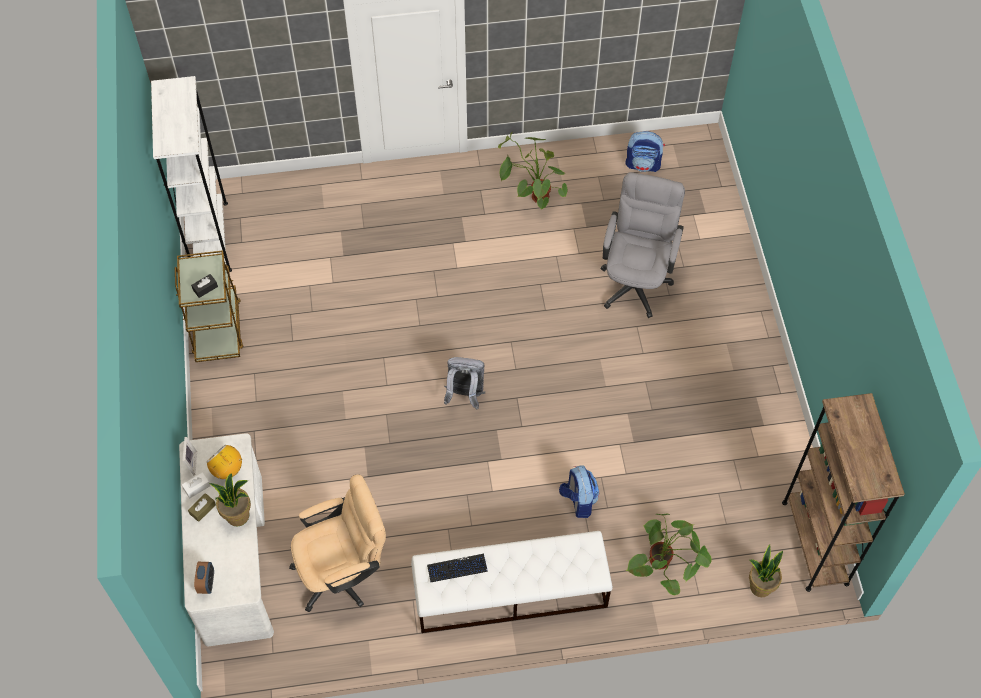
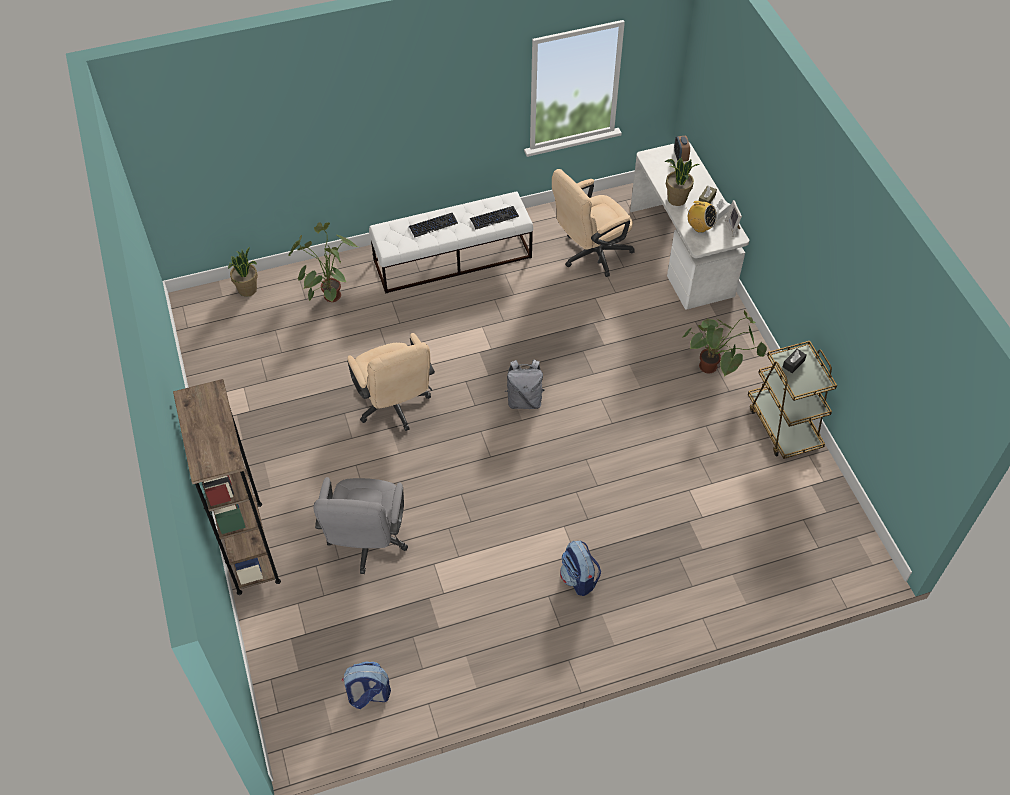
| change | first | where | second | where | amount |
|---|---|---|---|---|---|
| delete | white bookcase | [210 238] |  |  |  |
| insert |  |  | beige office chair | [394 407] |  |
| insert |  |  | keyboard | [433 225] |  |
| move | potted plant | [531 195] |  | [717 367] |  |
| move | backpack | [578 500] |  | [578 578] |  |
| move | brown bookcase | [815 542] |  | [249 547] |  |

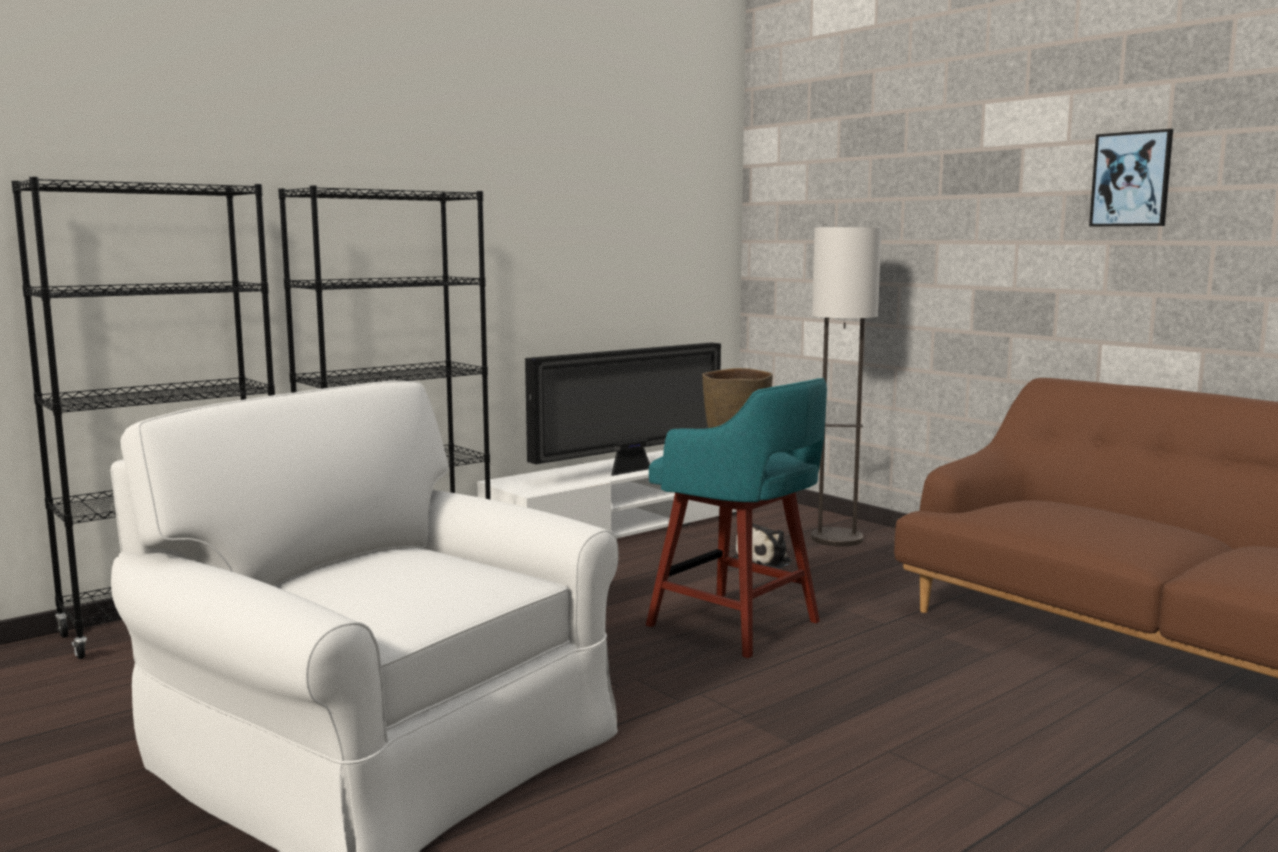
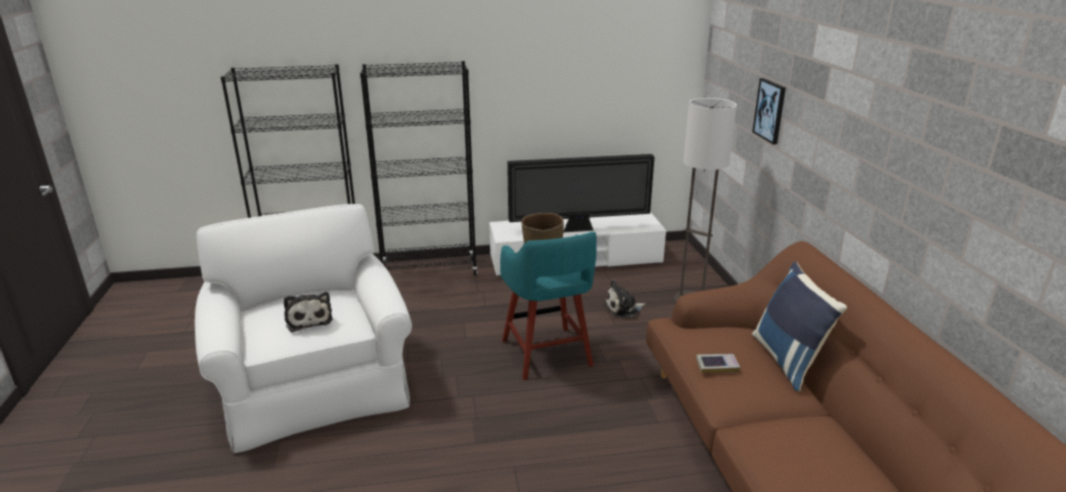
| change | first | where | second | where | amount |
|---|---|---|---|---|---|
| insert |  |  | plush toy | [309 319] |  |
| insert |  |  | book | [717 366] |  |
| insert |  |  | blue pillow | [788 360] |  |
| move | picture | [1131 179] |  | [770 110] |  |

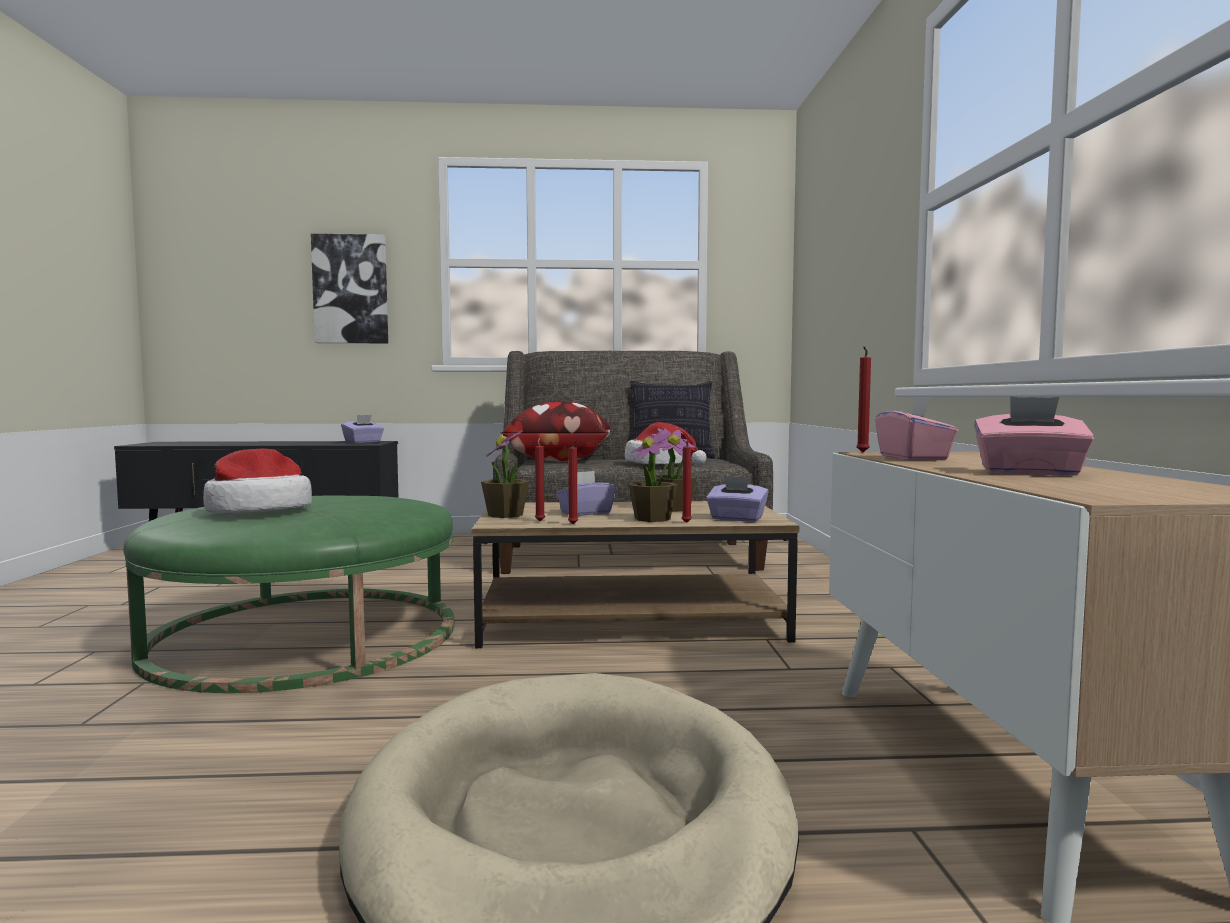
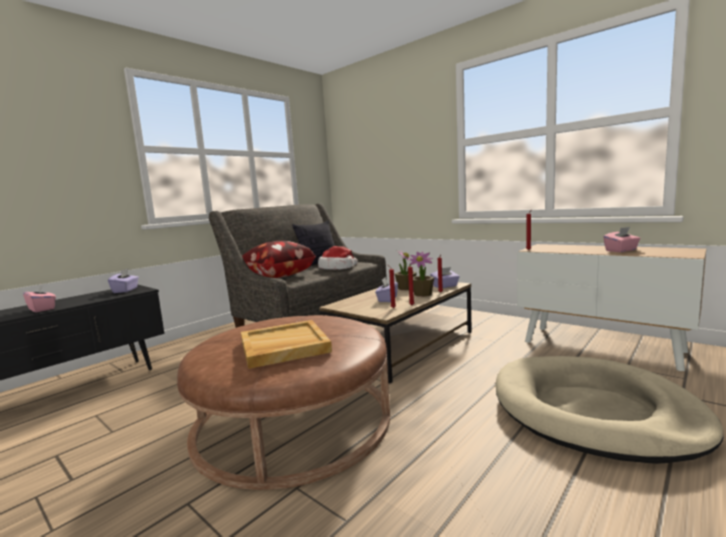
| change | first | where | second | where | amount |
|---|---|---|---|---|---|
| delete | picture | [351 289] |  |  |  |
| delete | potted plant | [505 515] |  |  |  |
| move | pink tissue box | [914 458] |  | [42 309] |  |
| replace | hat | [258 510] | beige tray | [283 347] |  |
| recolor | green ottoman | [305 634] | brown ottoman | [293 419] |  |

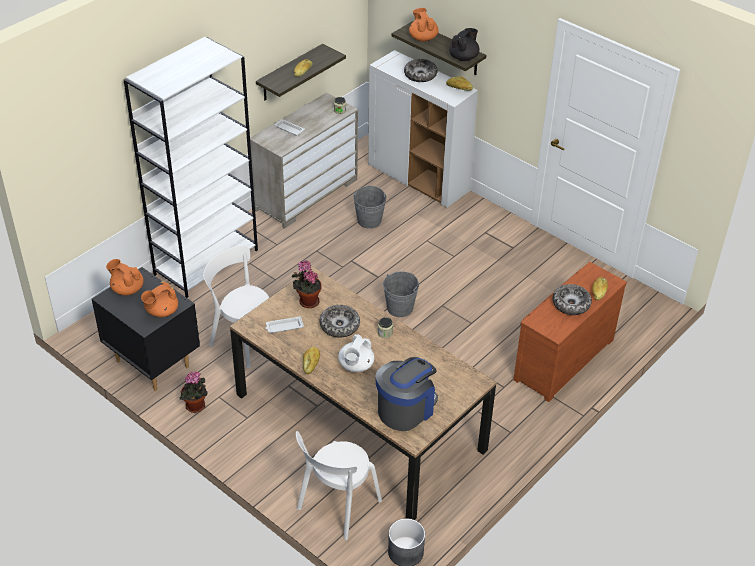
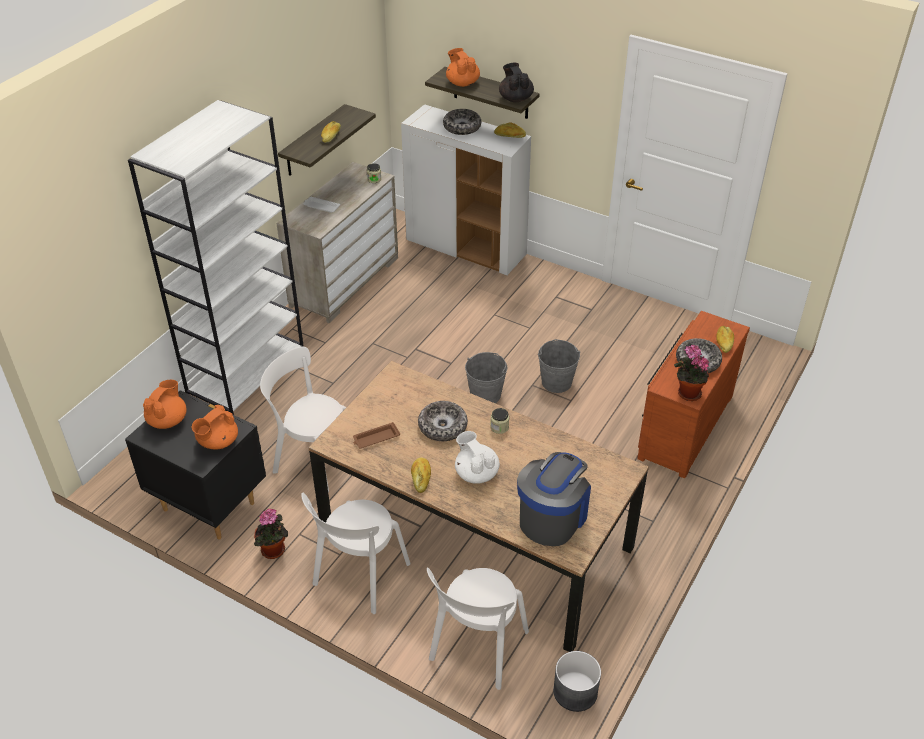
| change | first | where | second | where | amount |
|---|---|---|---|---|---|
| insert |  |  | white chair | [359 577] |  |
| move | potted plant | [307 301] |  | [687 393] |  |
| move | grey bucket | [369 220] |  | [556 382] |  |
| recolor | white tray | [284 327] | brown tray | [375 438] |  |
| rotate | orange teapot | [127 289] |  | [168 420] | 90 degrees clockwise |
| rotate | white teapot | [355 366] |  | [476 473] | 135 degrees clockwise |
| rotate | black teapot | [464 57] |  | [515 98] | 45 degrees counterclockwise |

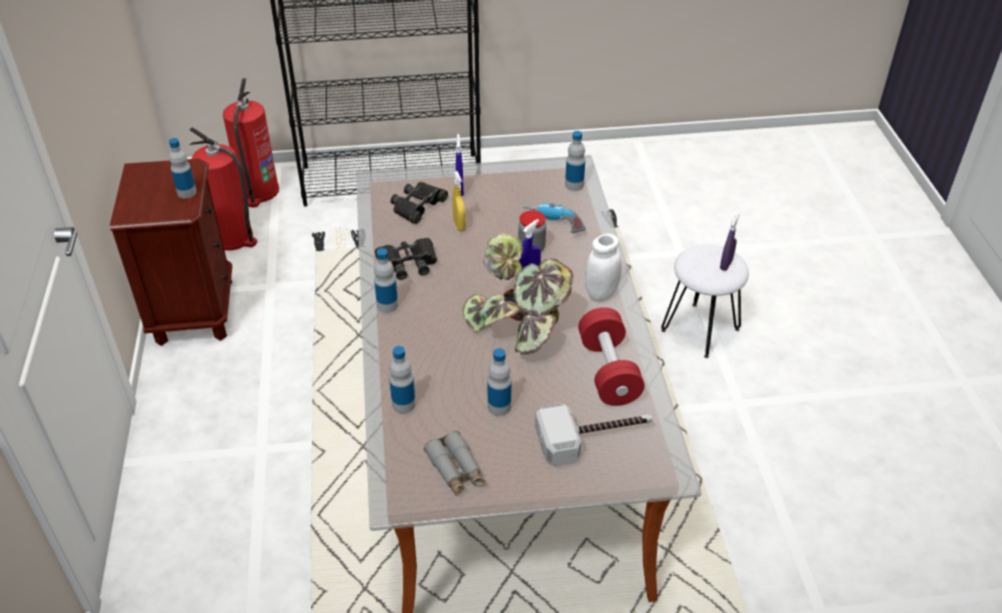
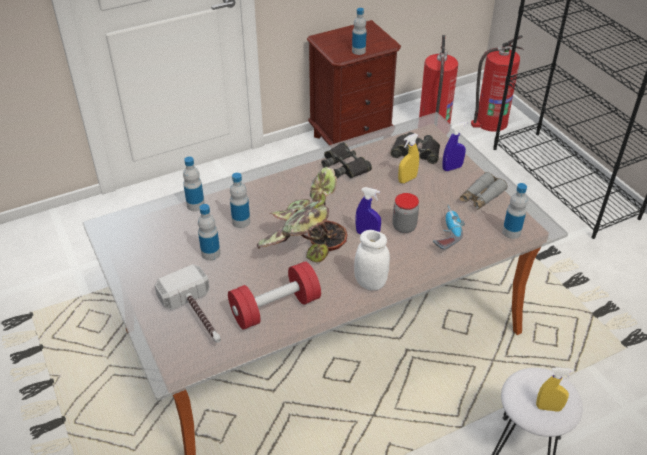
| change | first | where | second | where | amount |
|---|---|---|---|---|---|
| move | bottle | [387 305] |  | [241 221] |  |
| move | grey binoculars | [456 470] |  | [481 197] |  |
| recolor | purple spray bottle | [726 264] | yellow spray bottle | [548 407] |  |

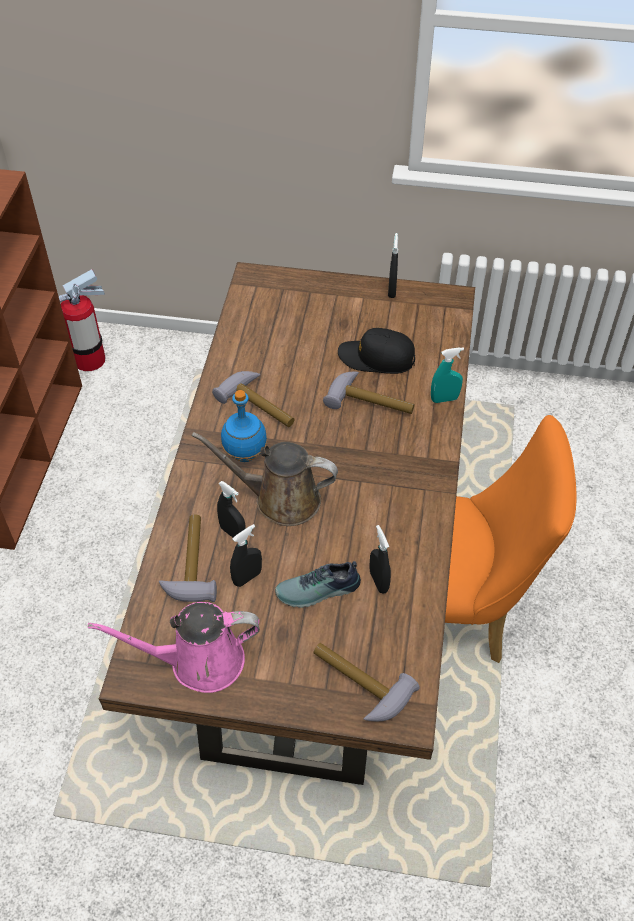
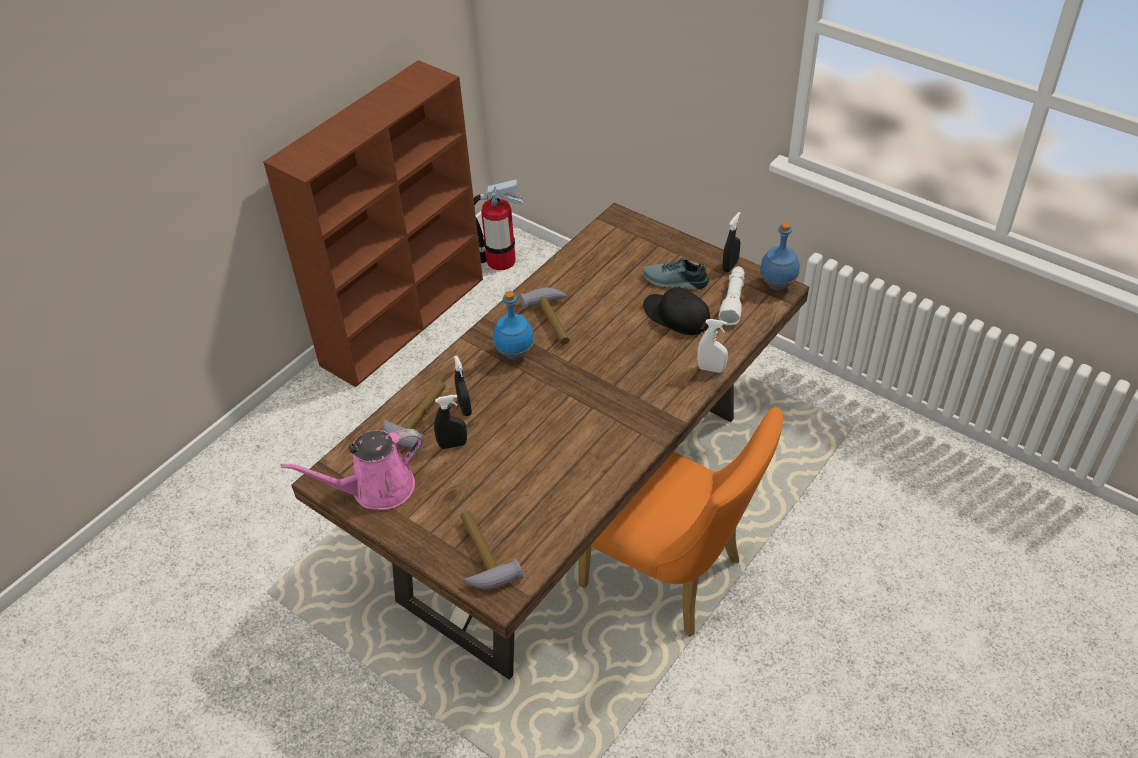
| change | first | where | second | where | amount |
|---|---|---|---|---|---|
| delete | brown watering can | [280 499] |  |  |  |
| delete | hammer | [371 401] |  |  |  |
| delete | black spray bottle | [378 581] |  |  |  |
| insert |  |  | white flashlight | [733 301] |  |
| insert |  |  | blue bottle | [778 285] |  |
| move | shoe | [318 591] |  | [675 281] |  |
| recolor | turquoise spray bottle | [444 399] | white spray bottle | [711 369] |  |
| rotate | pink watering can | [199 661] |  | [376 489] | 45 degrees counterclockwise |

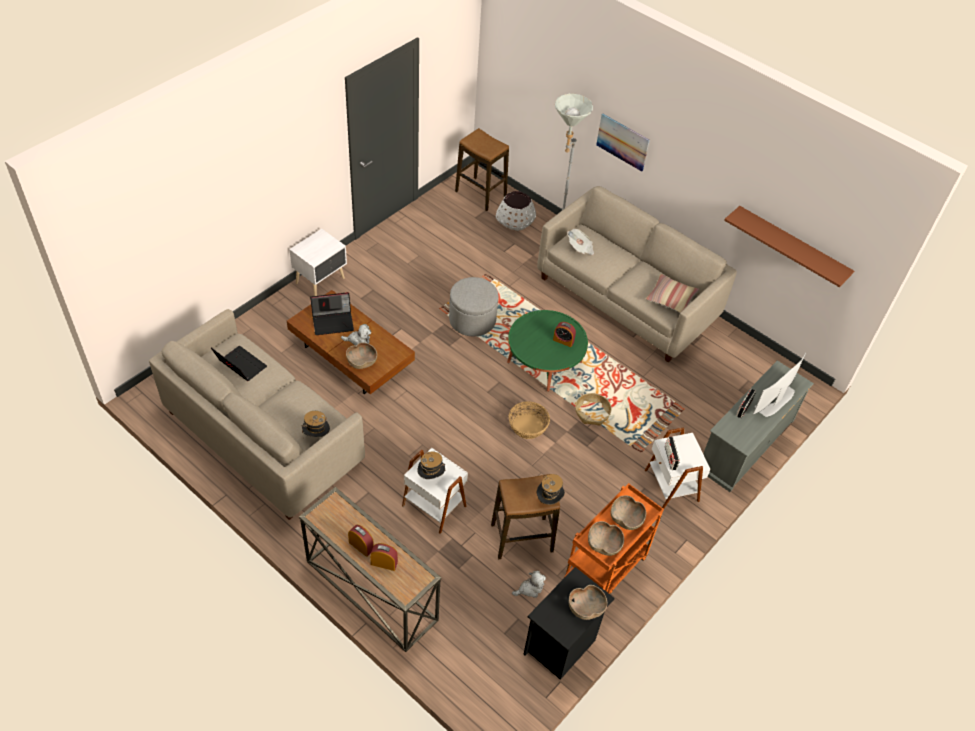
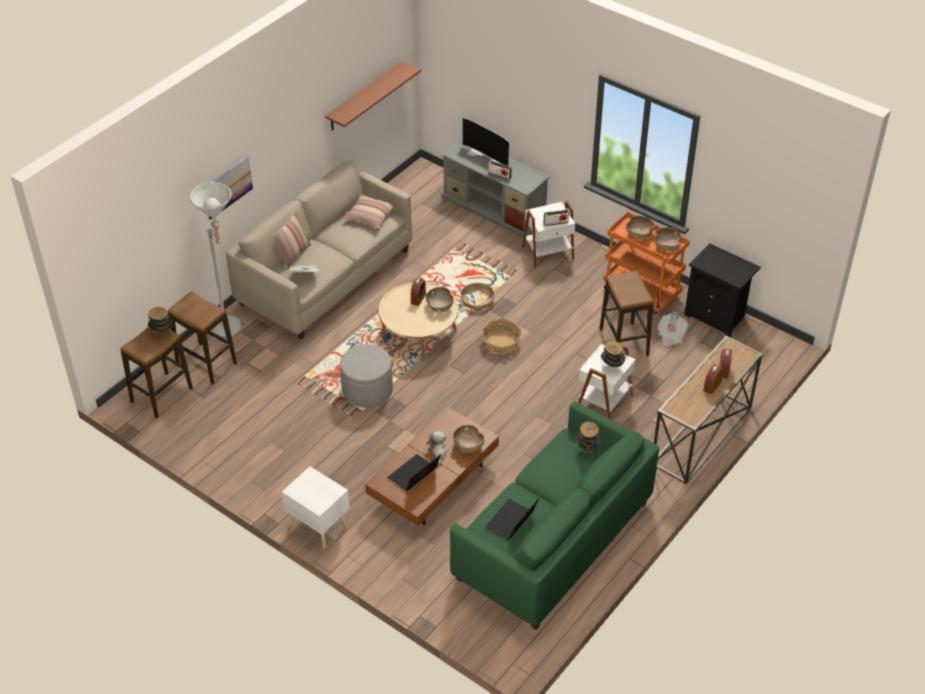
| change | first | where | second | where | amount |
|---|---|---|---|---|---|
| insert |  |  | pillow | [293 255] |  |
| move | hat | [549 500] |  | [162 333] |  |
| move | brown bowl | [586 608] |  | [440 306] |  |
| replace | white planter | [515 219] | stool | [206 363] |  |
| replace | plush toy | [530 589] | newspaper | [671 336] |  |
| recolor | beige sofa | [263 437] | green sofa | [553 541] |  |
| recolor | green coffee table | [544 362] | beige coffee table | [419 334] |  |
| rotate | laptop | [333 321] |  | [414 476] | 120 degrees counterclockwise |

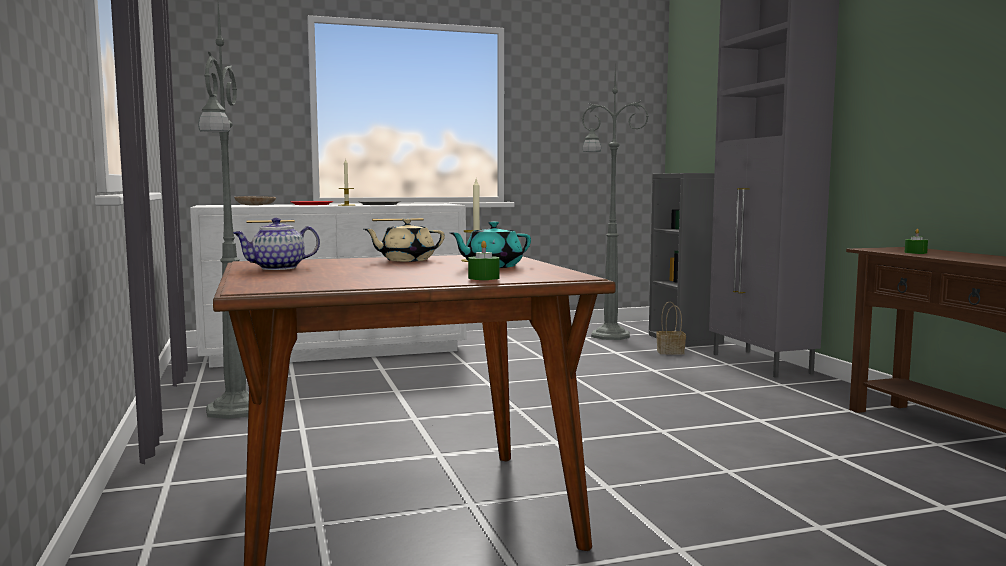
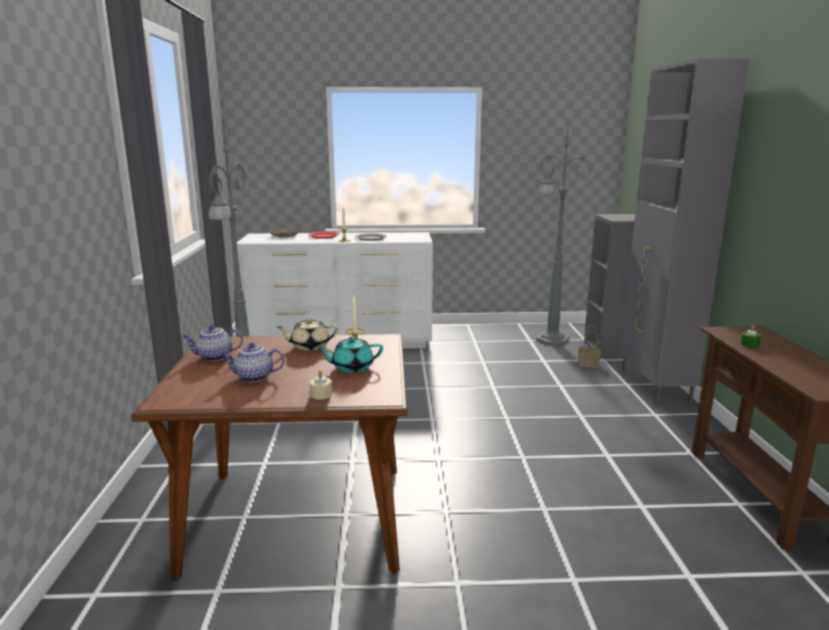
| change | first | where | second | where | amount |
|---|---|---|---|---|---|
| insert |  |  | teapot | [253 377] |  |
| recolor | green candle | [483 278] | beige candle | [321 394] |  |

